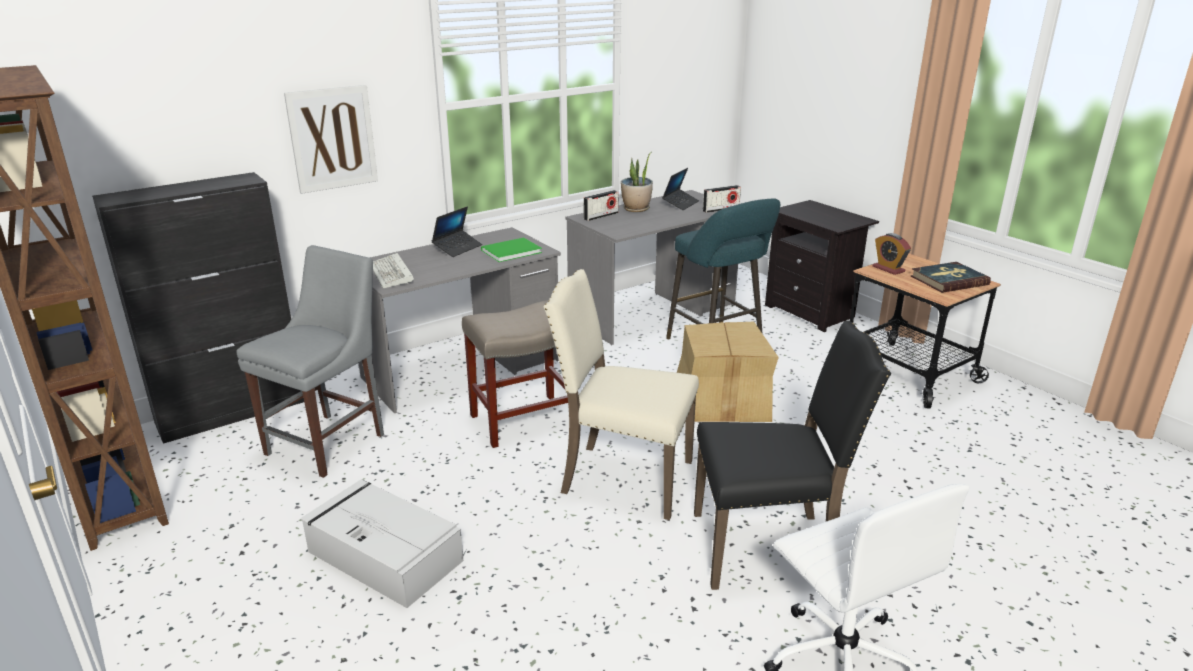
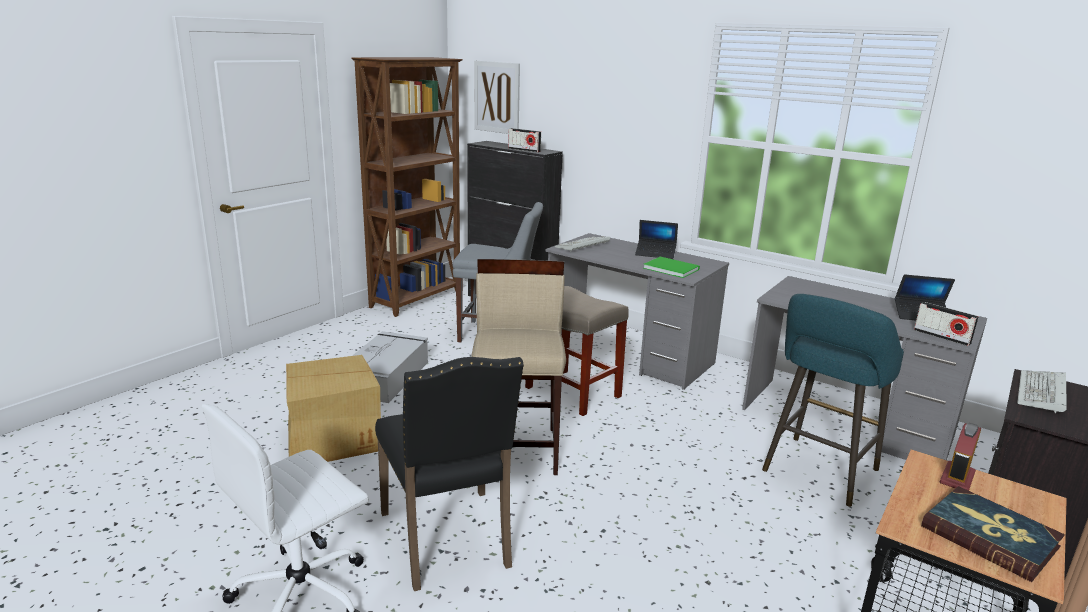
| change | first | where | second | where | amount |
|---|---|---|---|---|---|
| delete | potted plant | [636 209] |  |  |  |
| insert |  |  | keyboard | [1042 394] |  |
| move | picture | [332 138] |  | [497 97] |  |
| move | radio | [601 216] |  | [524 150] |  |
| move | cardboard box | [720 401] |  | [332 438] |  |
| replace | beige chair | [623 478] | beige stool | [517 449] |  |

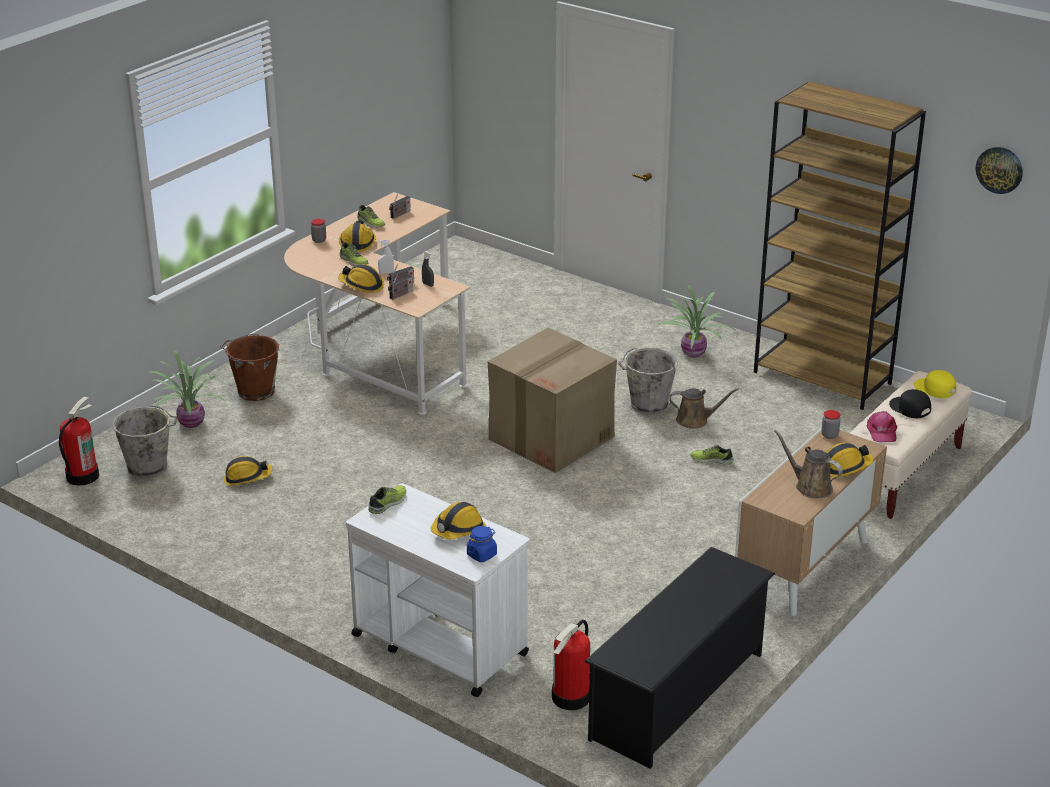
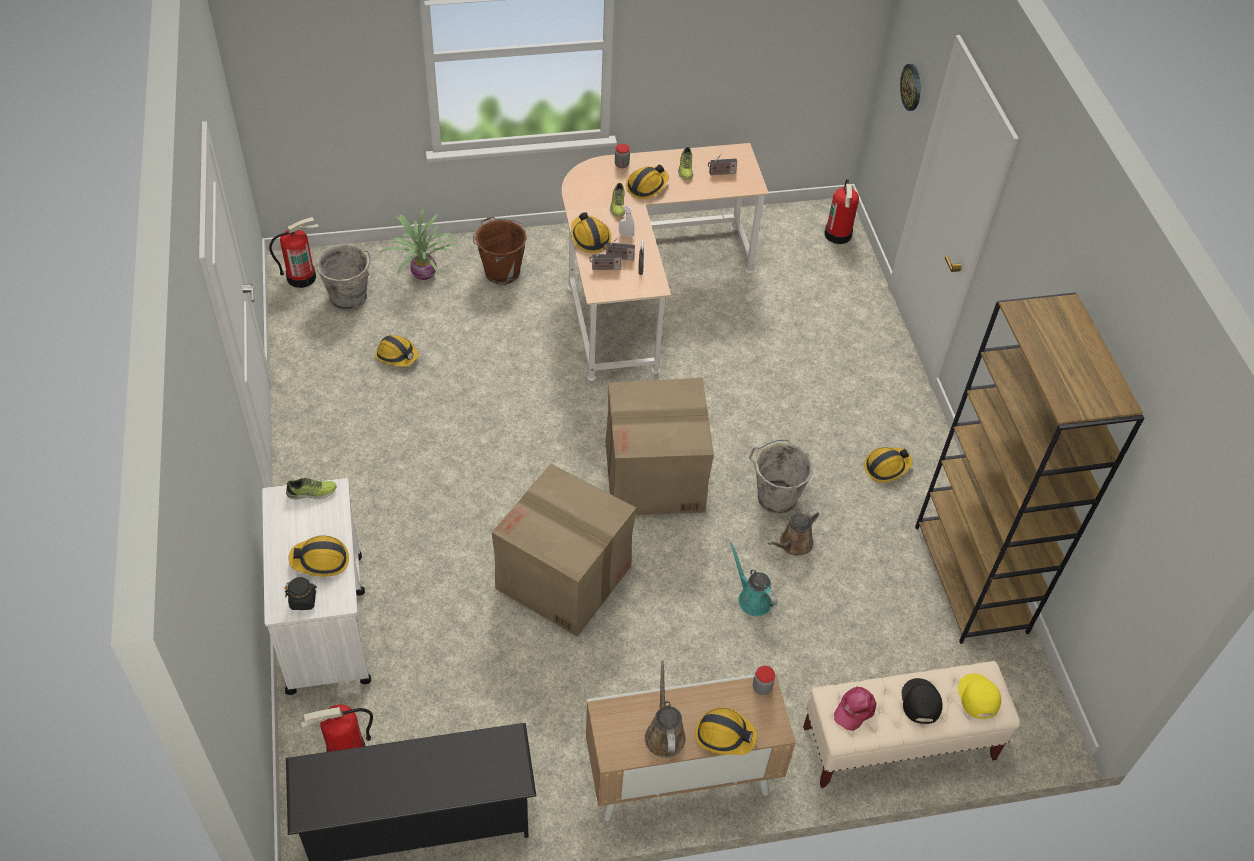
| change | first | where | second | where | amount |
|---|---|---|---|---|---|
| insert |  |  | cardboard box | [564 578] |  |
| insert |  |  | fire extinguisher | [838 235] |  |
| move | wall clock | [999 169] |  | [911 87] |  |
| replace | potted plant | [692 354] | hard hat | [886 467] |  |
| replace | shoe | [711 460] | turquoise watering can | [752 598] |  |
| recolor | blue jar | [482 554] | black jar | [303 600] |  |
| rotate | brown watering can | [695 420] |  | [793 544] | 90 degrees clockwise |

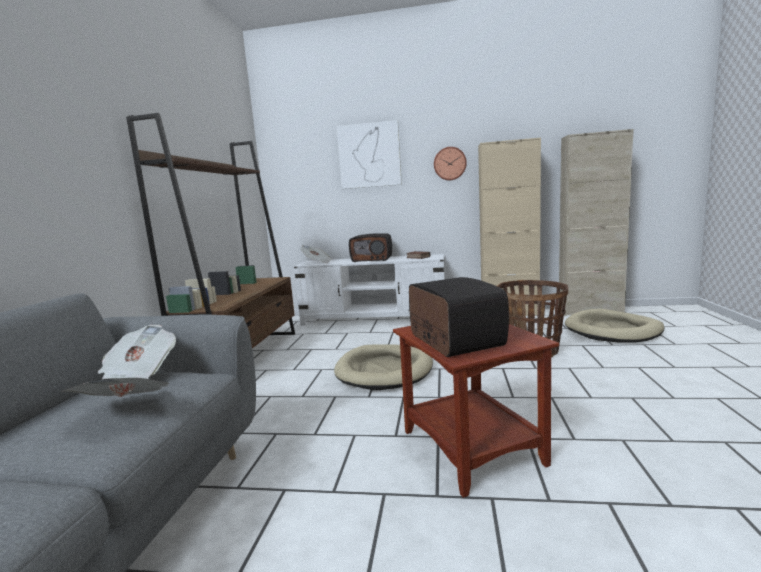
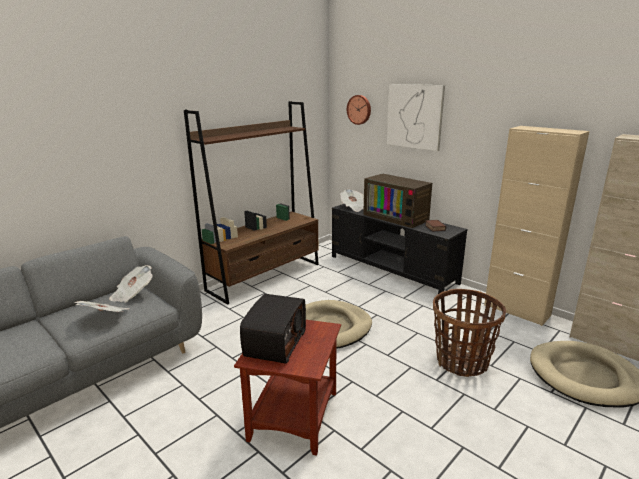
| change | first | where | second | where | amount |
|---|---|---|---|---|---|
| move | wall clock | [450 163] |  | [359 109] |  |
| replace | radio | [372 259] | television | [397 217] |  |
| recolor | white tv stand | [374 318] | black tv stand | [392 269] |  |

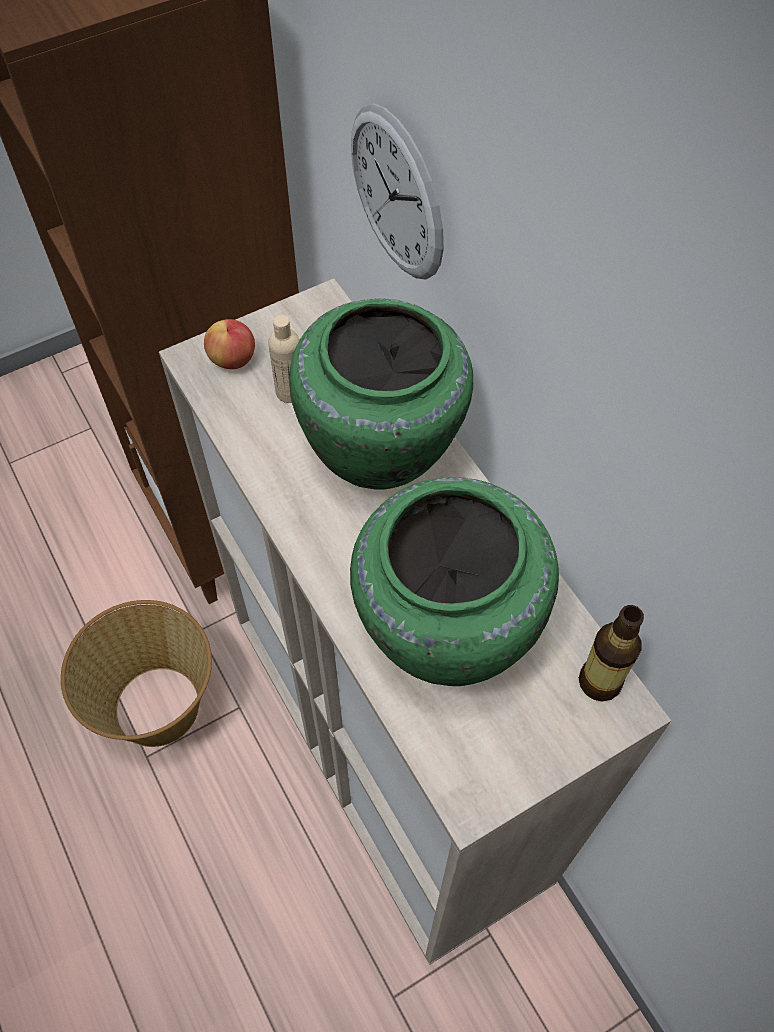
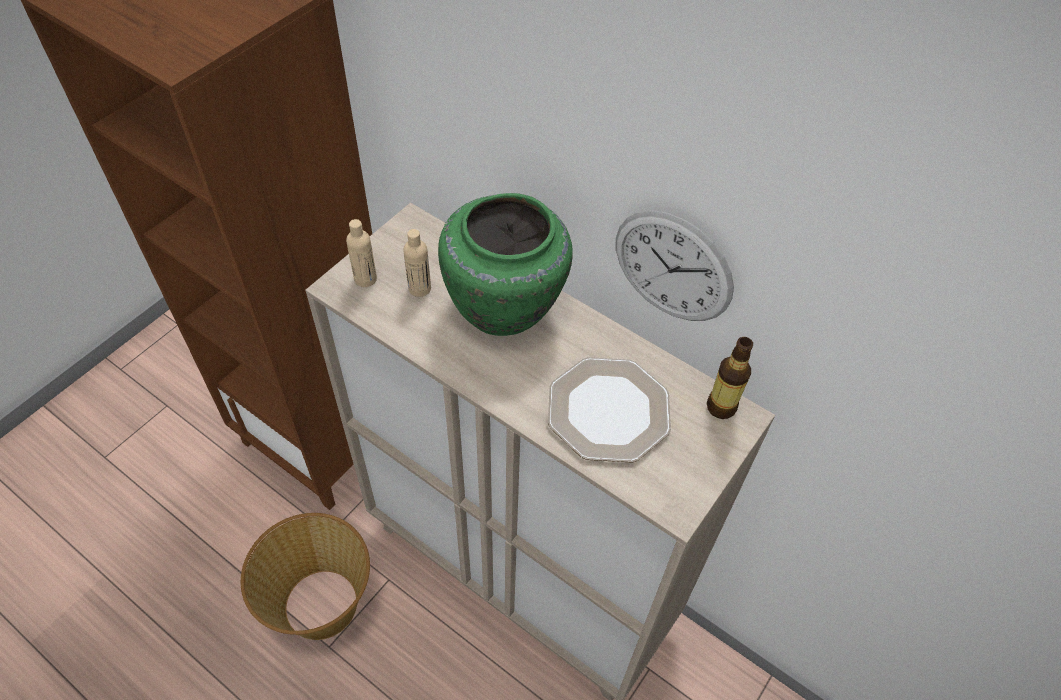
| change | first | where | second | where | amount |
|---|---|---|---|---|---|
| move | wall clock | [397 194] |  | [672 267] |  |
| replace | apple | [233 359] | beige bottle | [365 279] |  |
| replace | green vase | [444 631] | plate | [607 410] |  |

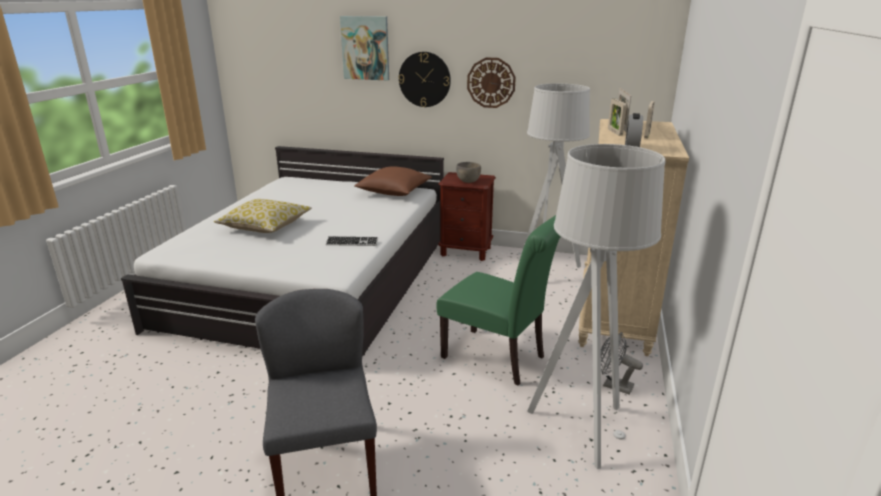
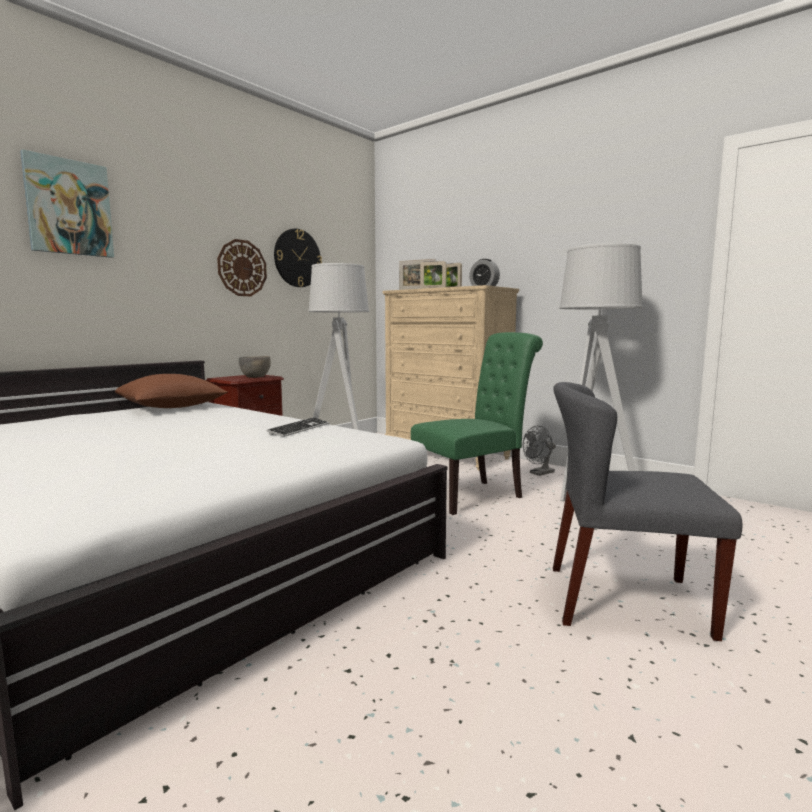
| change | first | where | second | where | amount |
|---|---|---|---|---|---|
| delete | pillow | [266 226] |  |  |  |
| move | wall clock | [424 79] |  | [297 258] |  |

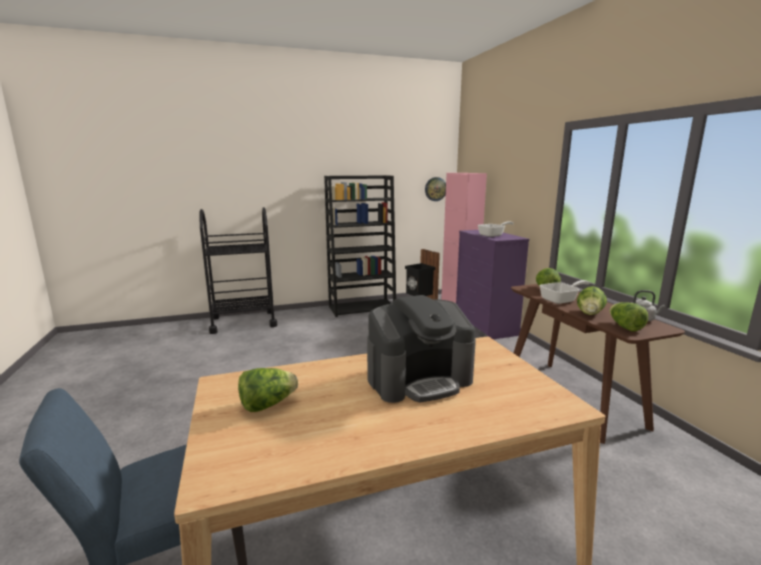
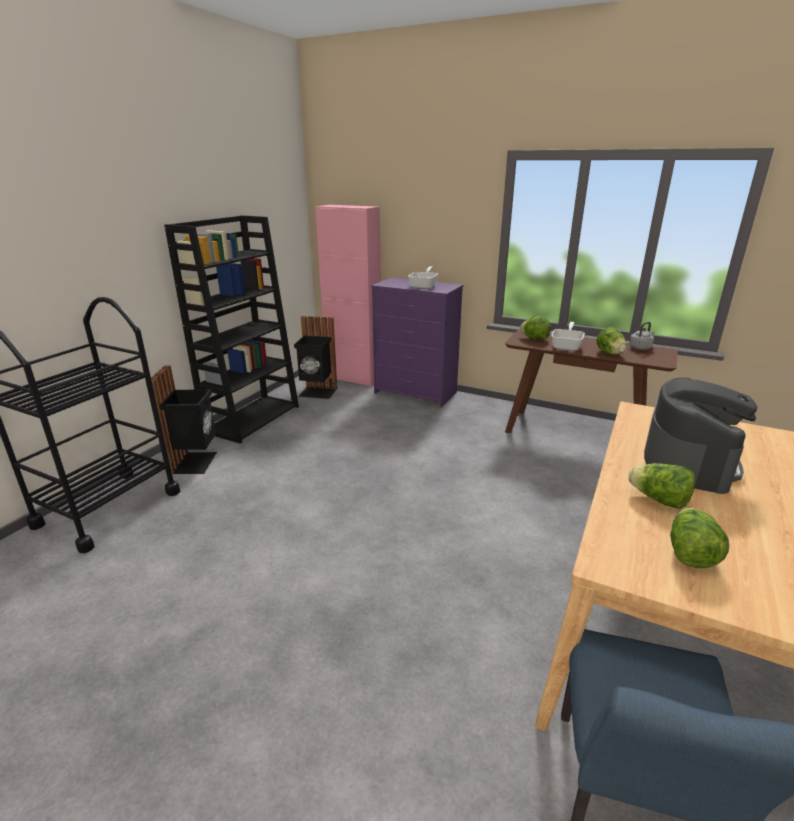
| change | first | where | second | where | amount |
|---|---|---|---|---|---|
| delete | wall clock | [435 189] |  |  |  |
| insert |  |  | black trash can | [195 462] |  |
| move | lettuce | [625 327] |  | [659 500] |  |

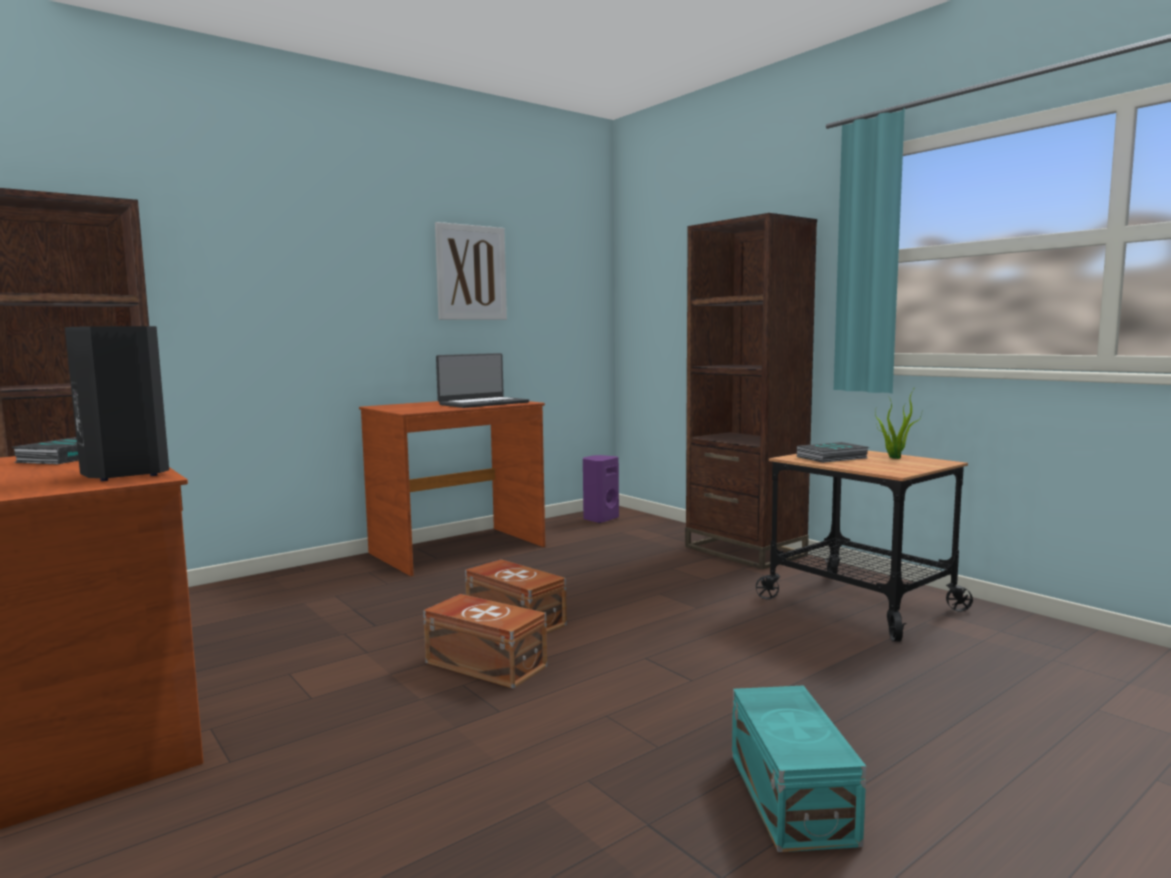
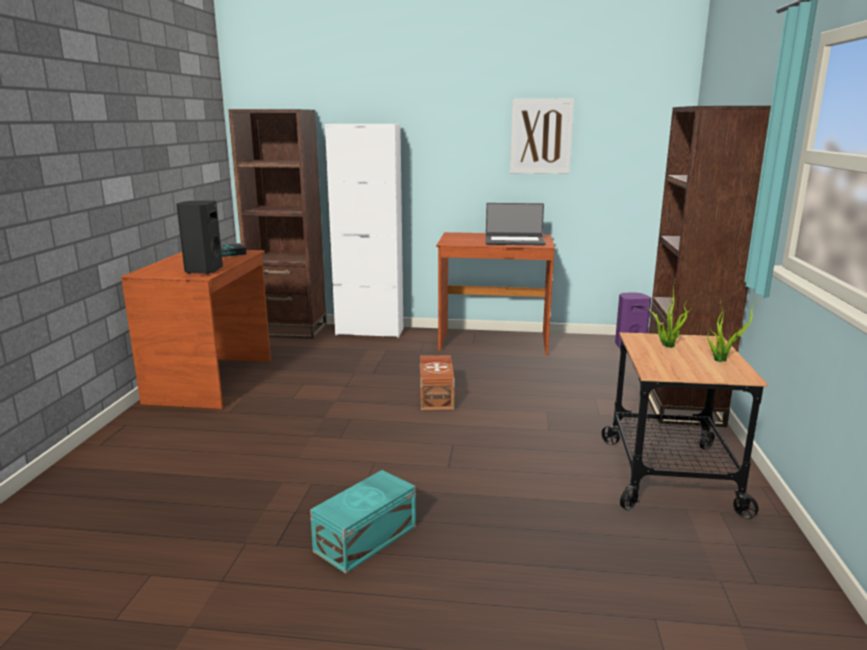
| change | first | where | second | where | amount |
|---|---|---|---|---|---|
| delete | brown storage box | [485 663] |  |  |  |
| insert |  |  | white cabinet | [369 331] |  |
| replace | book | [832 457] | potted plant | [667 345] |  |

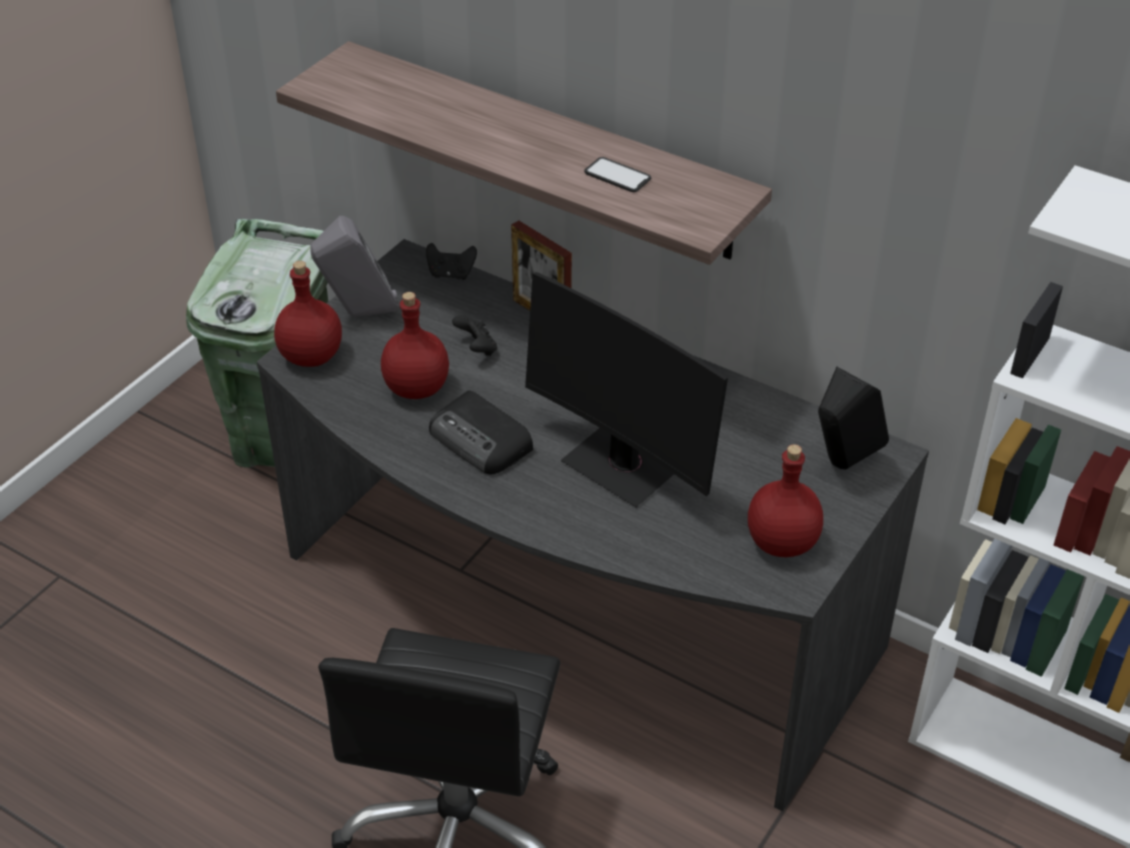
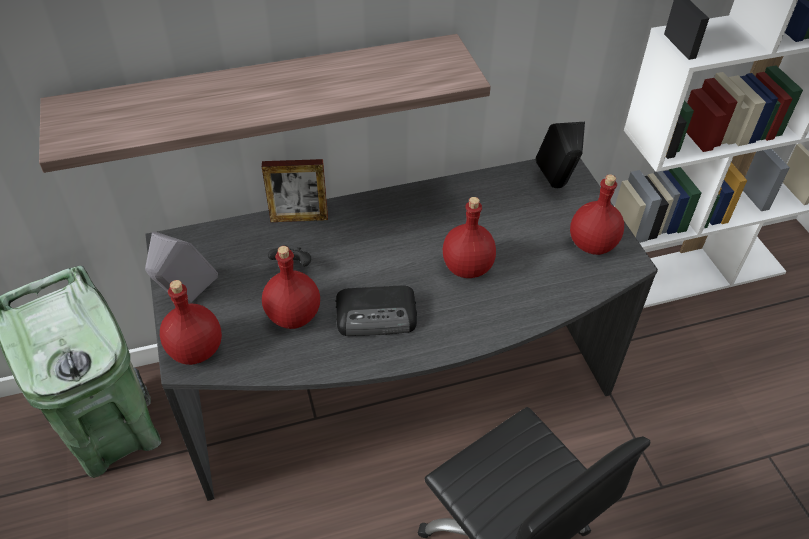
| change | first | where | second | where | amount |
|---|---|---|---|---|---|
| delete | black game controller | [451 274] |  |  |  |
| delete | phone | [617 176] |  |  |  |
| replace | monitor | [623 465] | red bottle | [467 267] |  |

